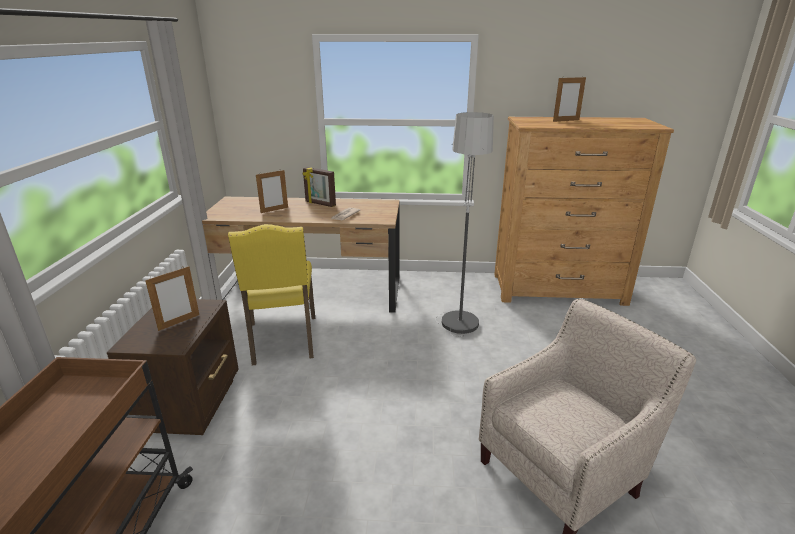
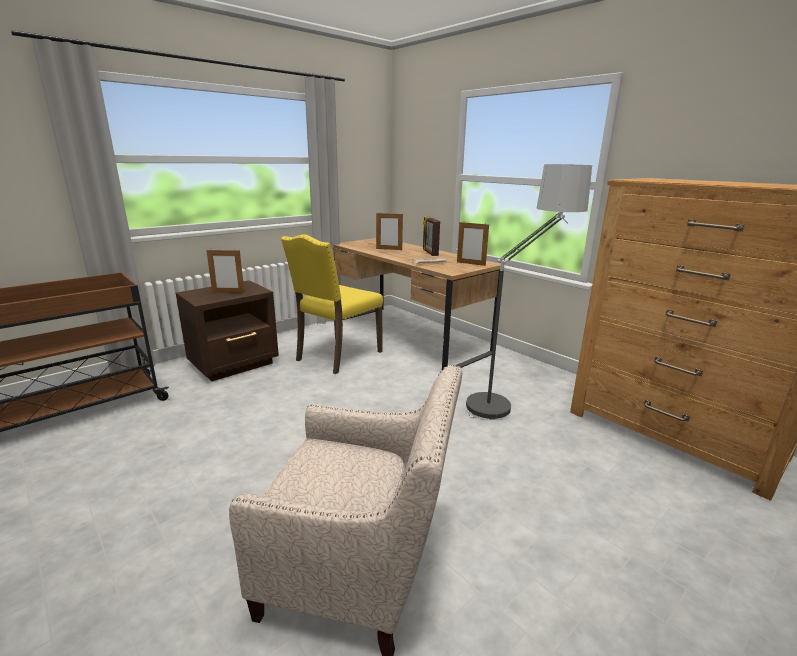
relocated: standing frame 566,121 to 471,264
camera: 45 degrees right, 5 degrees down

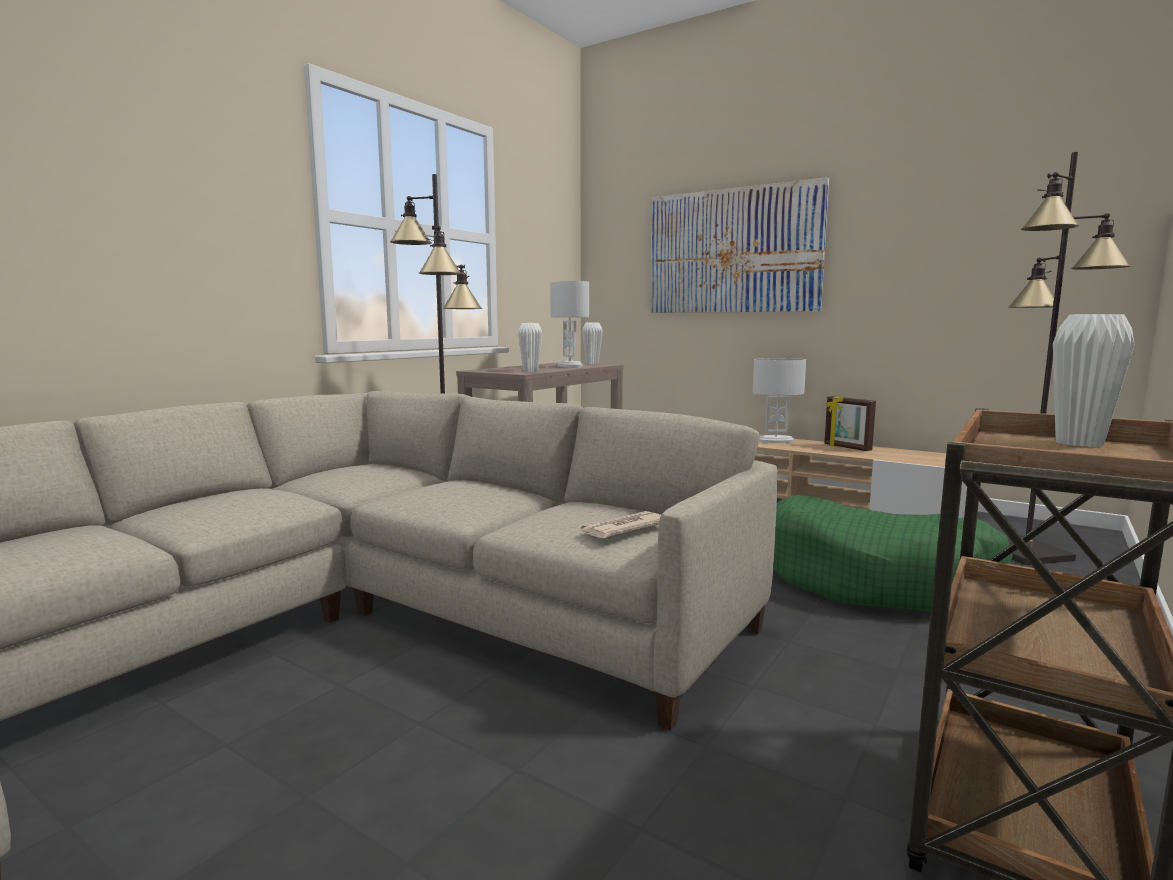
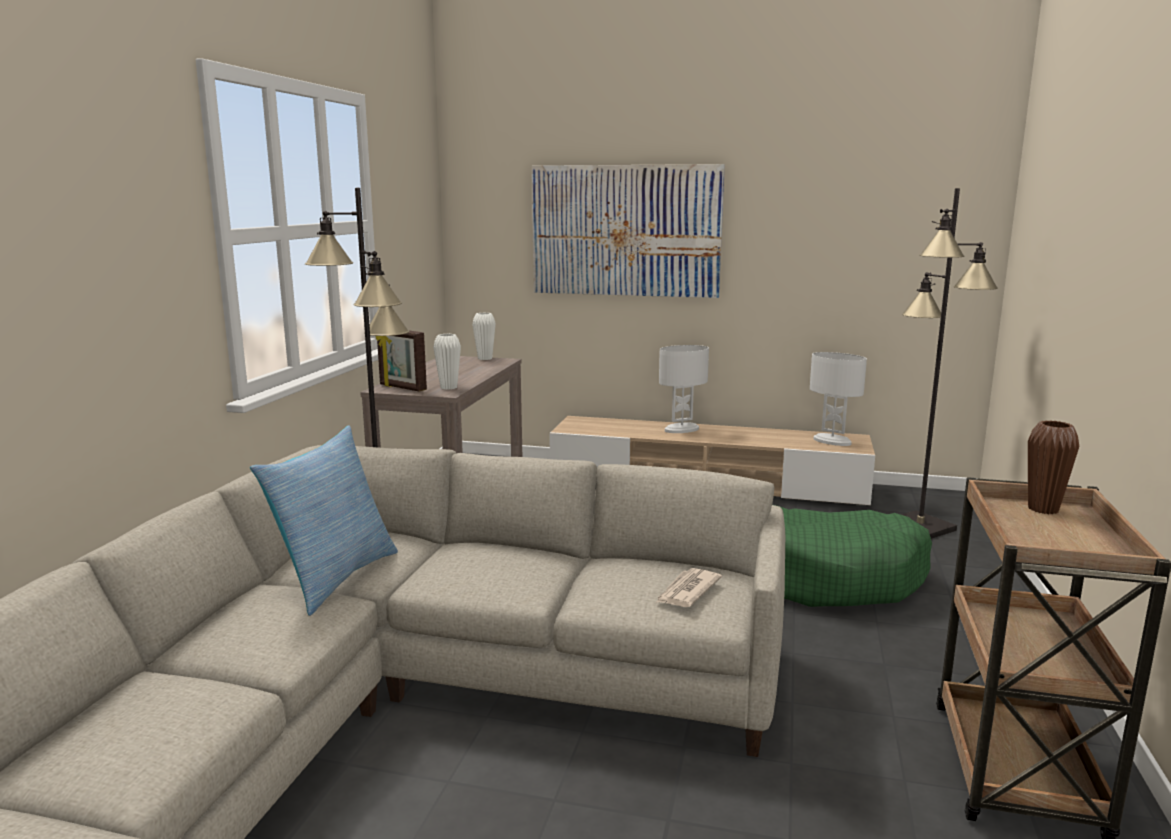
appeared: throw pillow 334,578
relocated: tabletop lamp (whitish) 569,366 to 831,441; standing frame 847,448 to 402,388
colour: decorative vase (whitish) 1079,443 to decorative vase (brown) 1043,509
camera: 20 degrees left, 5 degrees up

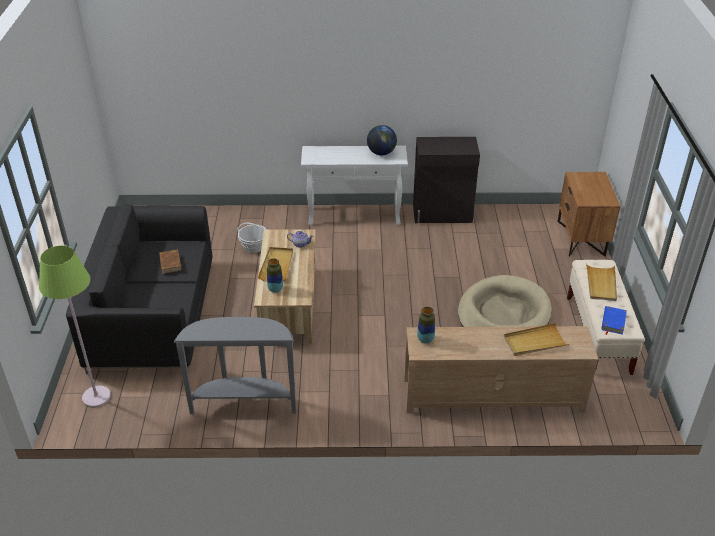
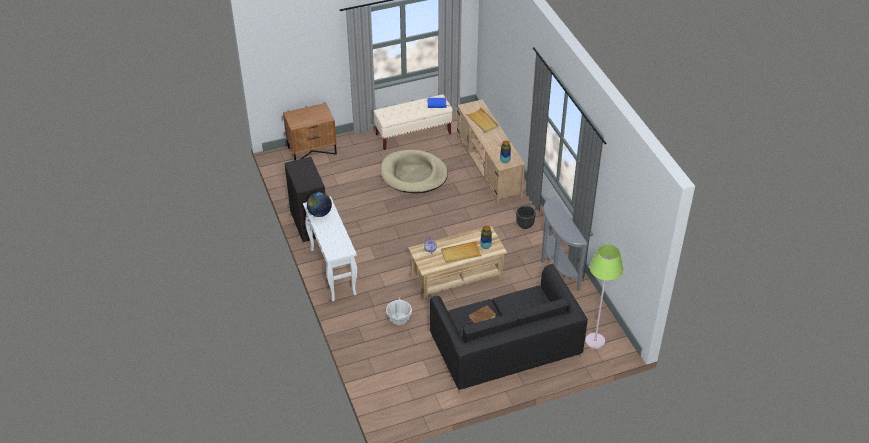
missing: serving tray (beige) 601,284
appeared: flower pot (black) 525,225
camera: 110 degrees left, 5 degrees up

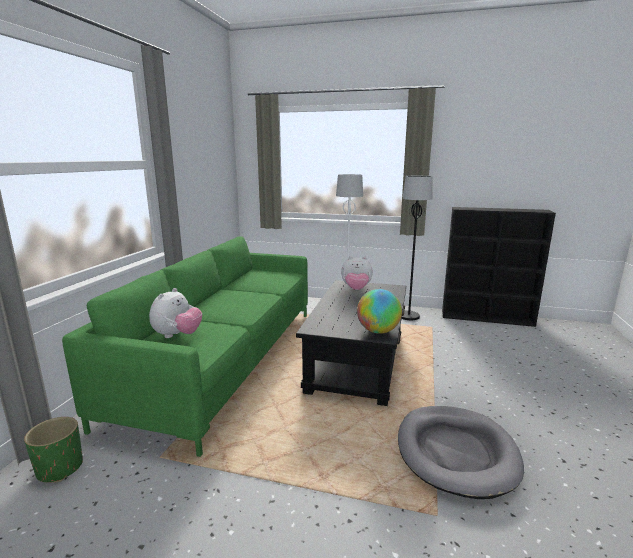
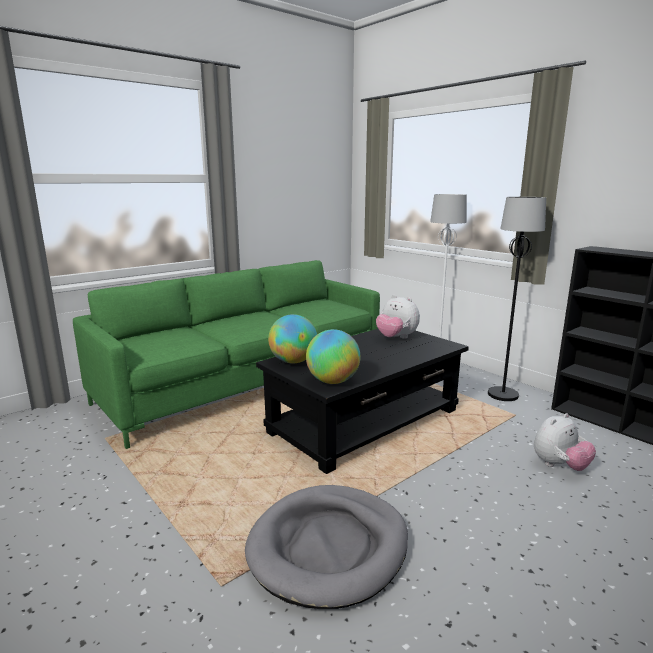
missing: flower pot (greenish) 60,468
appeared: world globe 293,361
relocated: plush toy 177,335 to 559,466
camera: 35 degrees right, 0 degrees up

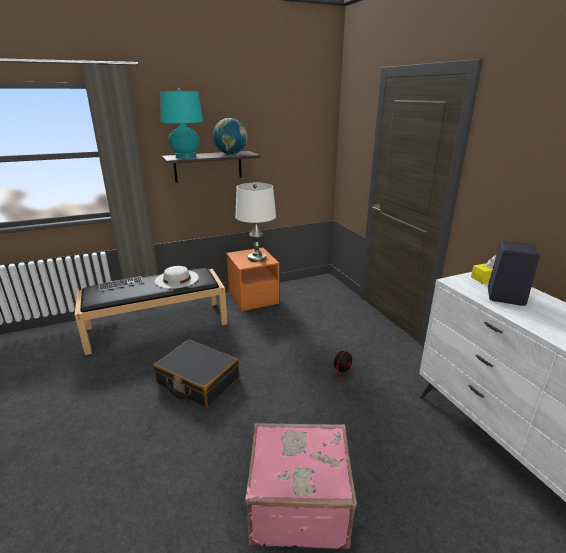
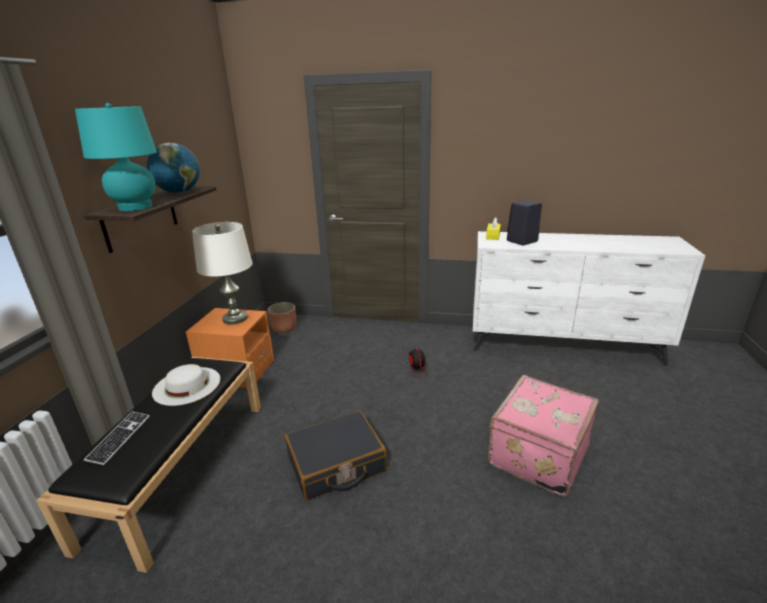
appeared: flower pot 284,328
camera: 55 degrees left, 0 degrees up

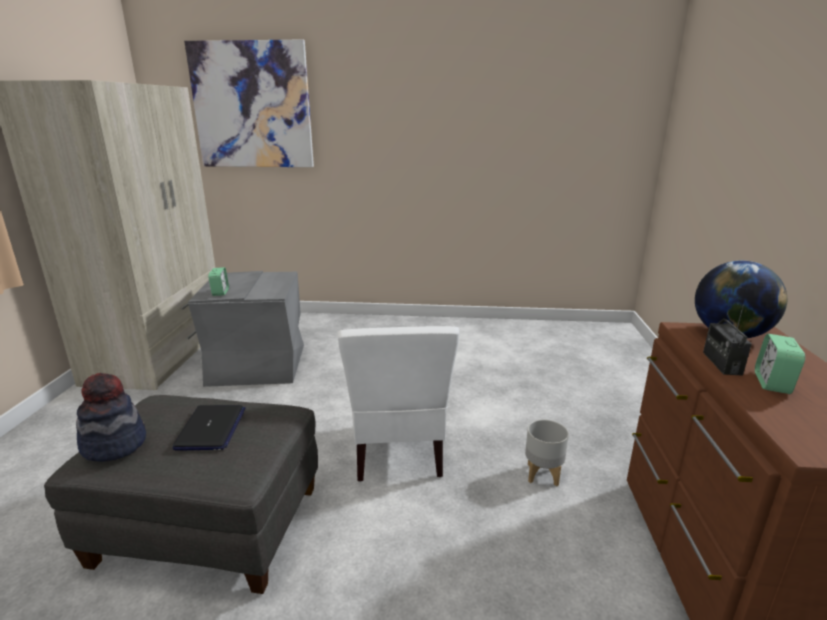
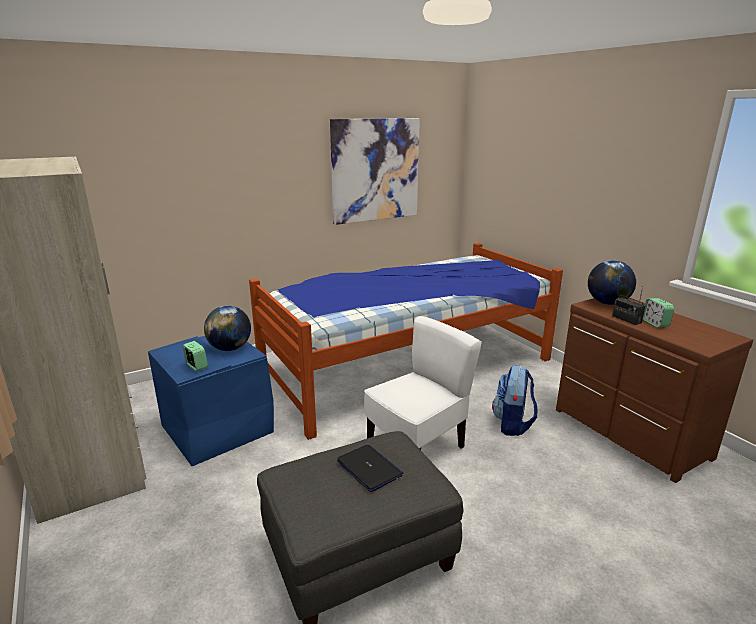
missing: clothing hat 114,444
appeared: bedroom bed 407,366; world globe 230,348
relocated: wall picture 252,106 to 375,170
exchanged: flower pot (gray) 542,475 to backpack 513,424
colour: storage bin (gray) 259,363 to storage bin (bluish) 218,427
spun: plain chair (whitish) 398,450 = 417,446 90 degrees counterclockwise
camera: 35 degrees left, 0 degrees up

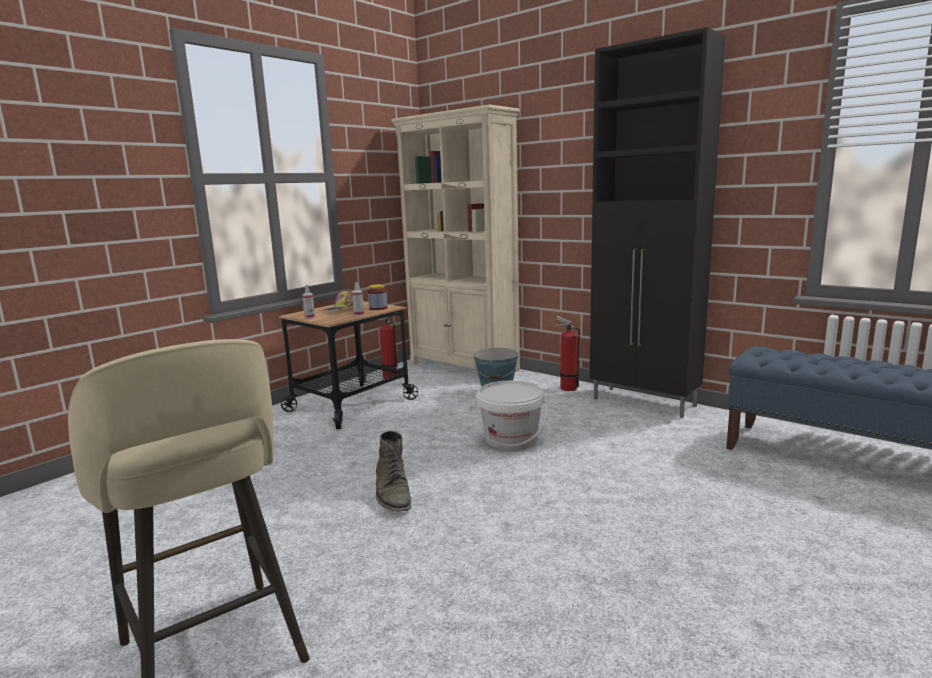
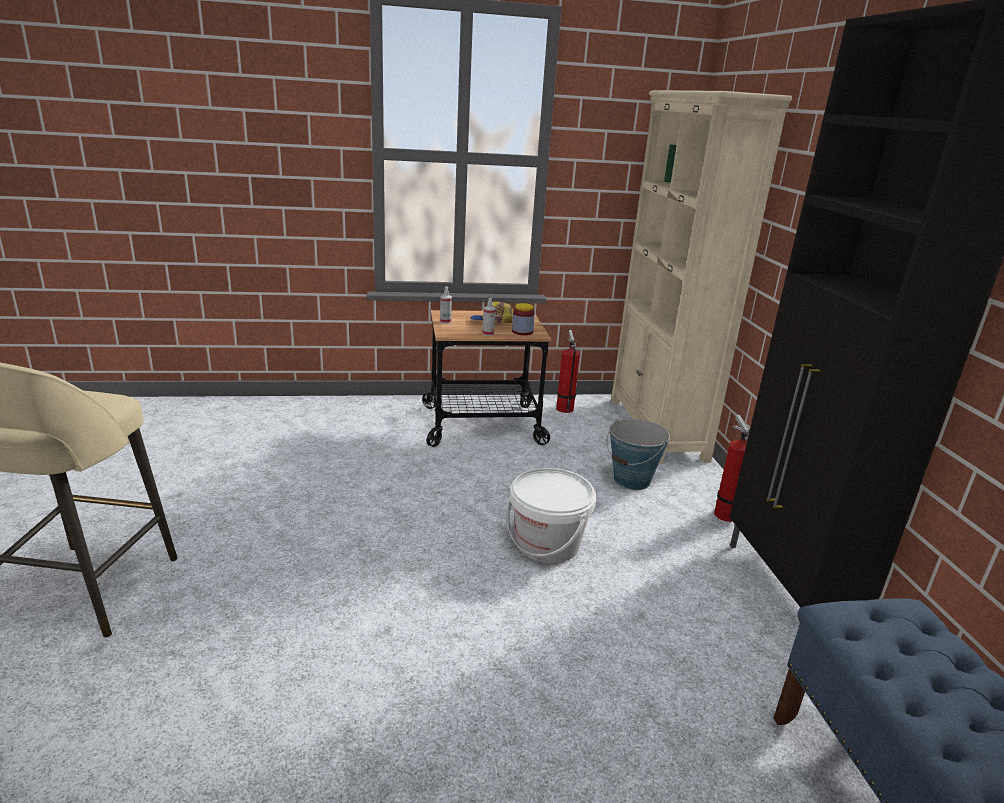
missing: high-top boot (greenish) 392,494
camera: 40 degrees right, 10 degrees up

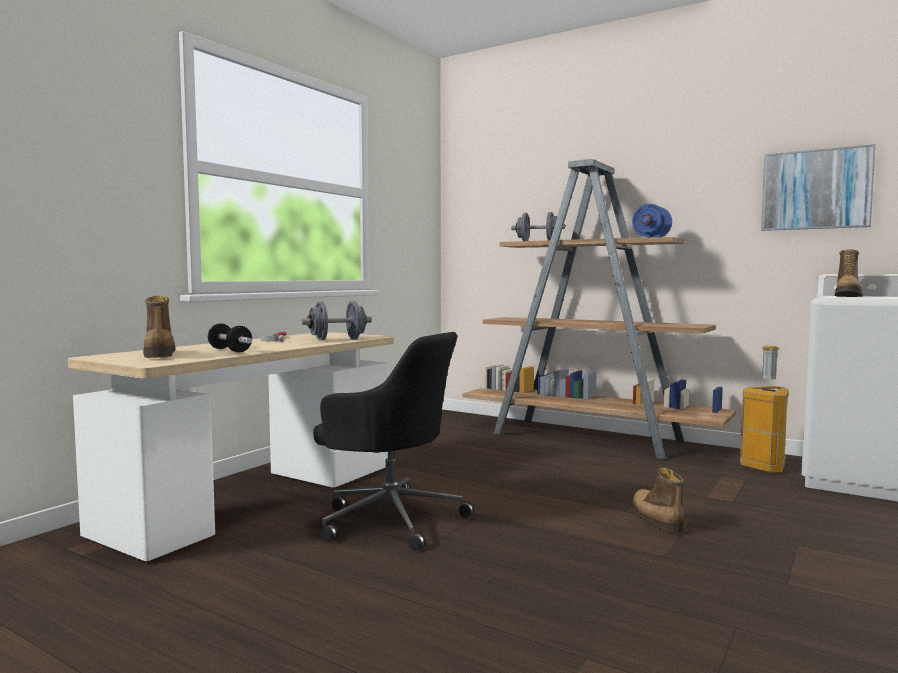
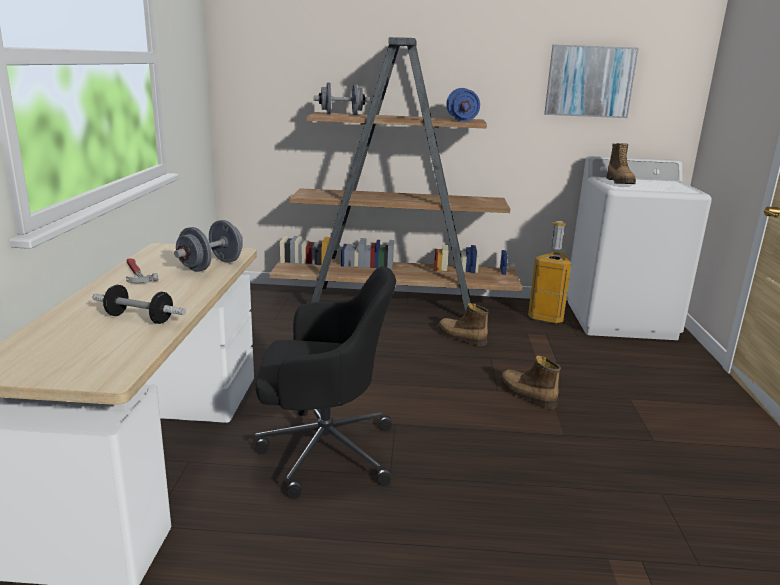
relocated: high-top boot 158,354 to 460,338
camera: 30 degrees left, 15 degrees up

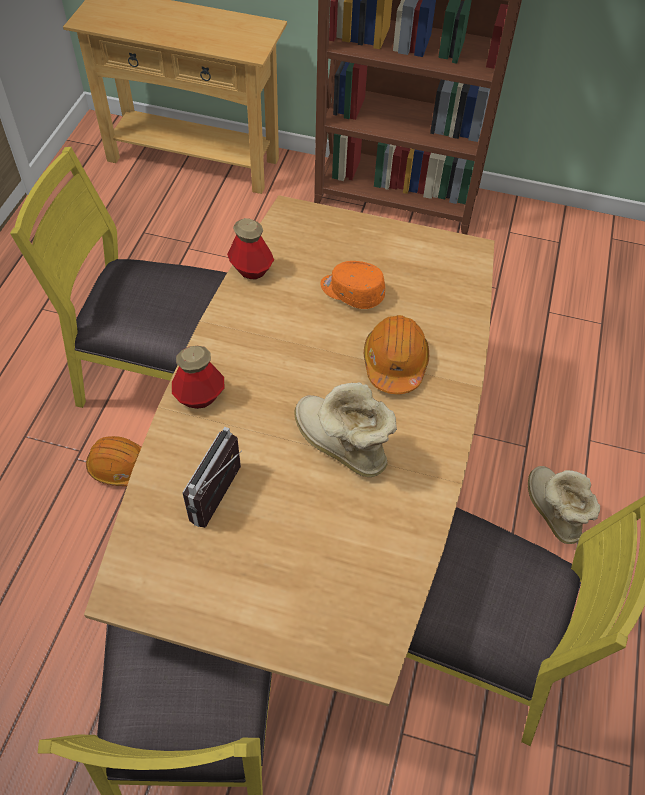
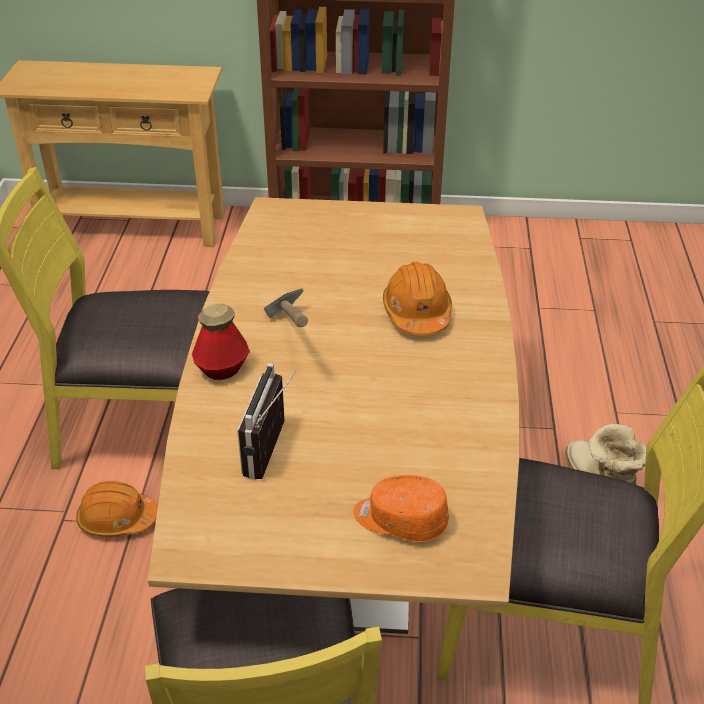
missing: drink bottle 251,269; high-top boot 340,447
appeared: hand hammer 293,342
relocated: cap (orange) 351,292 to 400,519
camera: 10 degrees left, 15 degrees down

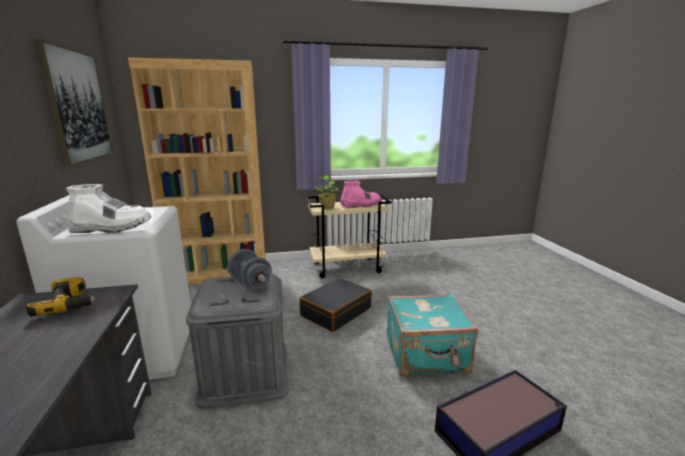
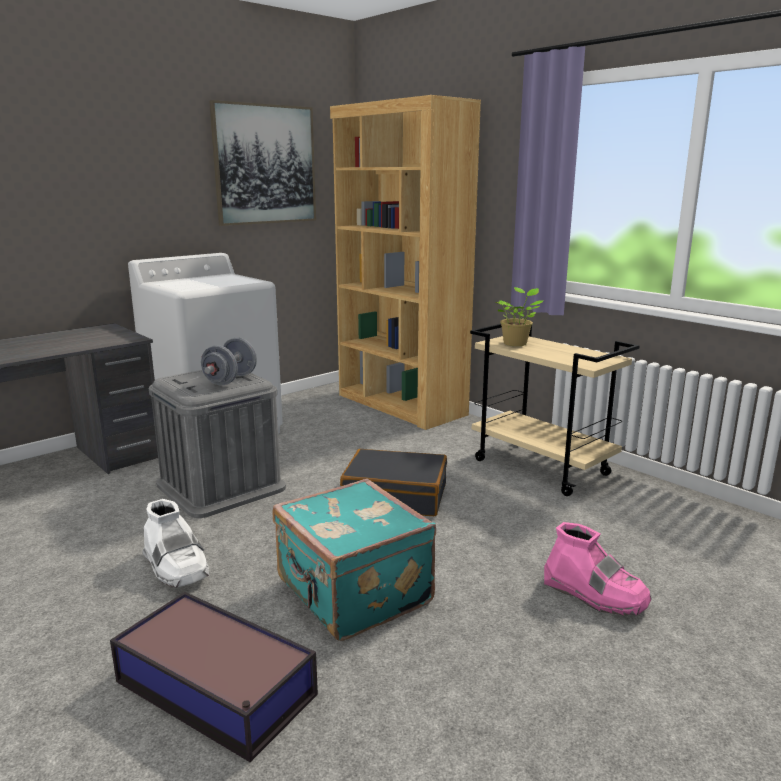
missing: drill 70,304
relocated: high-top boot (pinkish) 361,205 to 595,594; high-top boot (whitish) 112,228 to 176,568
camera: 60 degrees right, 0 degrees up

